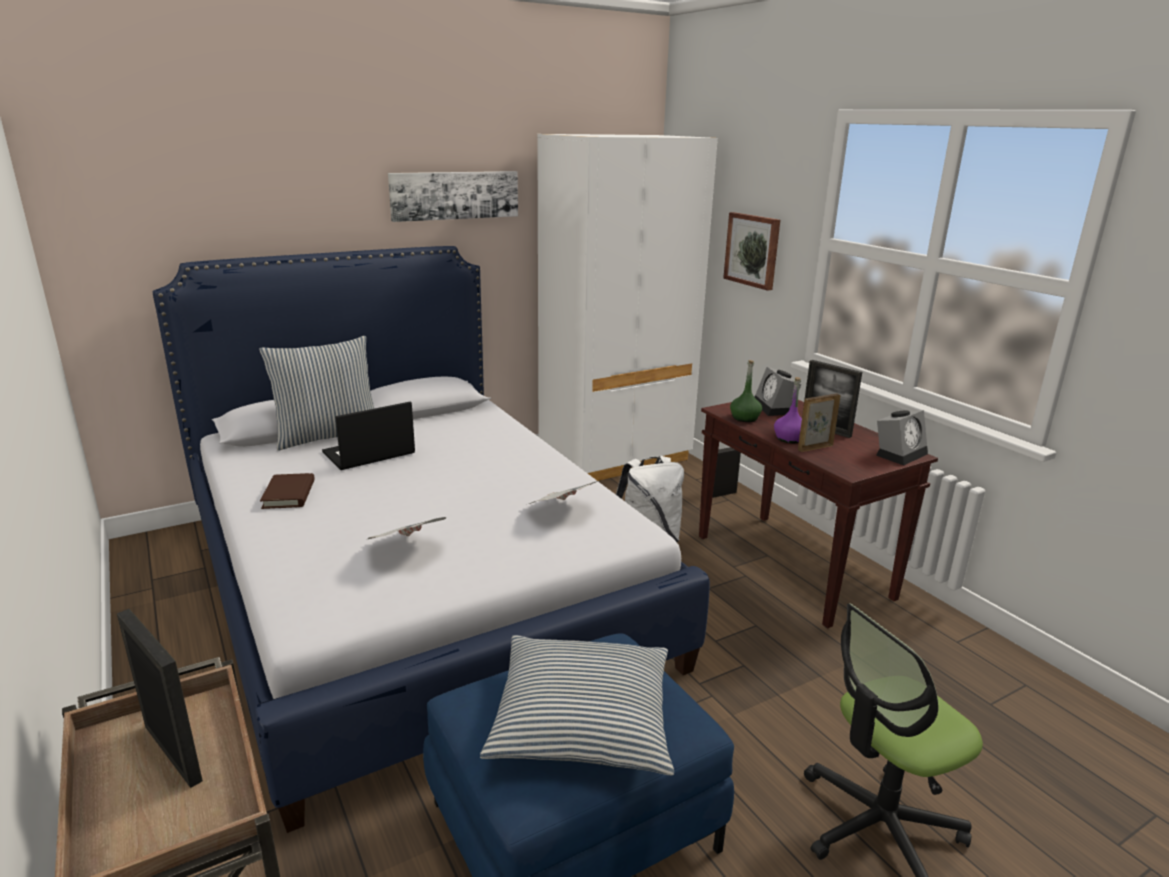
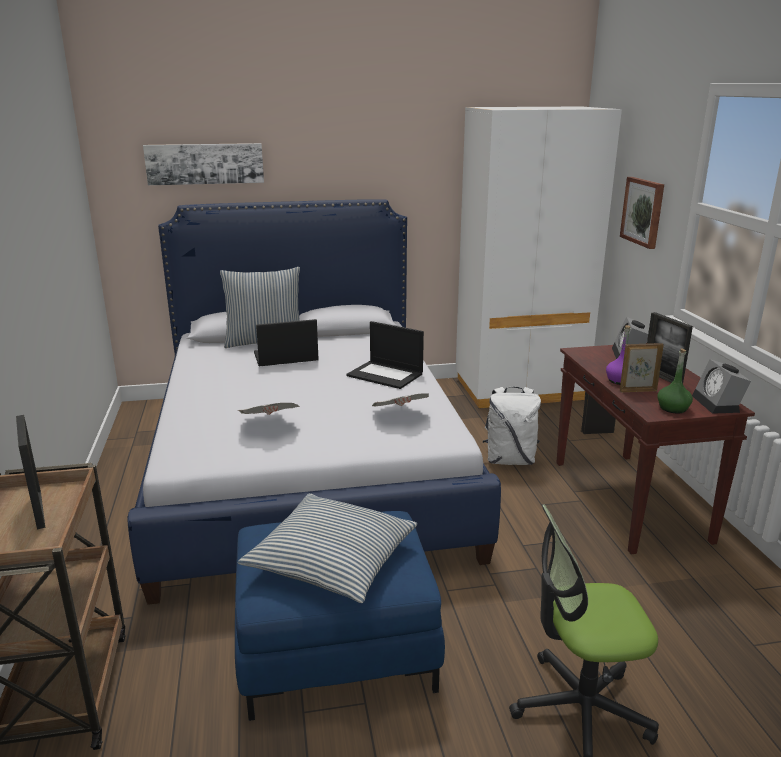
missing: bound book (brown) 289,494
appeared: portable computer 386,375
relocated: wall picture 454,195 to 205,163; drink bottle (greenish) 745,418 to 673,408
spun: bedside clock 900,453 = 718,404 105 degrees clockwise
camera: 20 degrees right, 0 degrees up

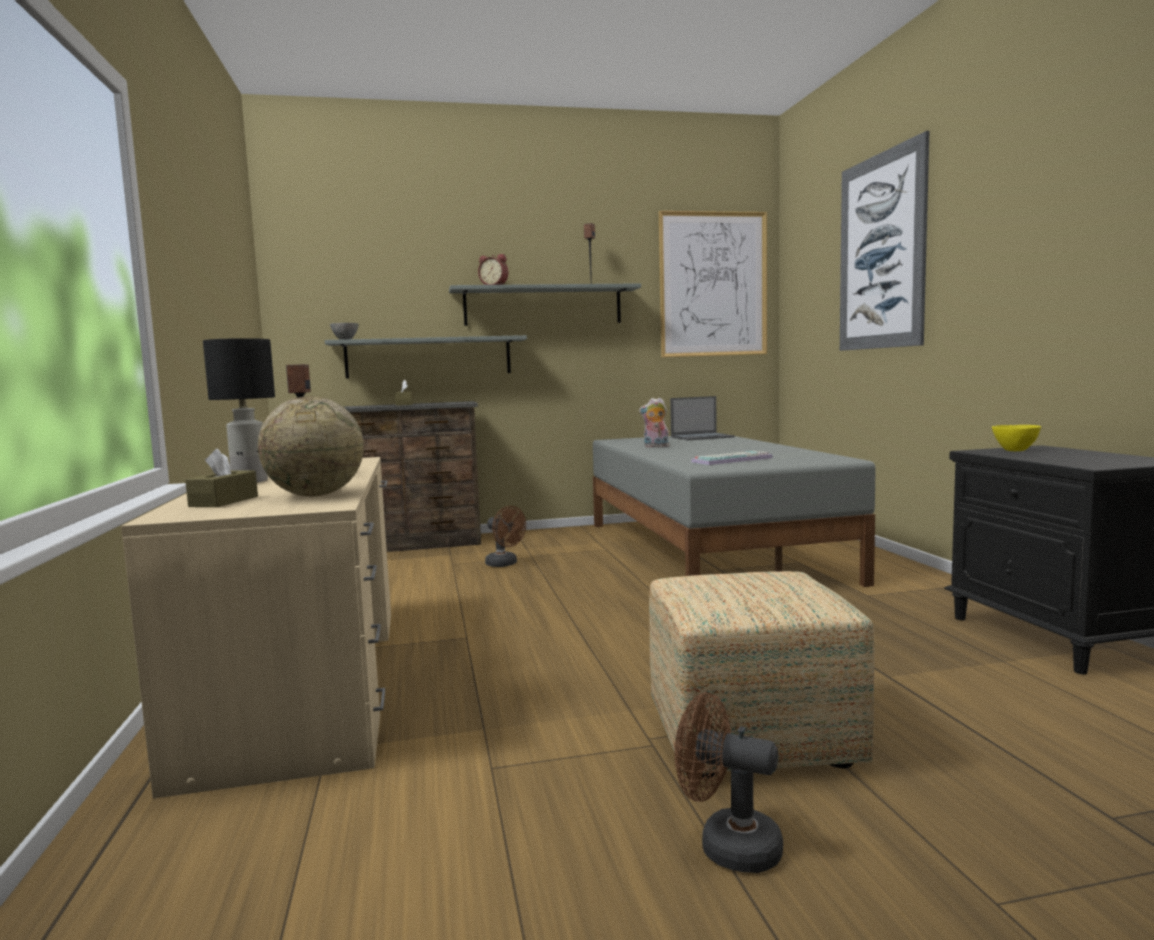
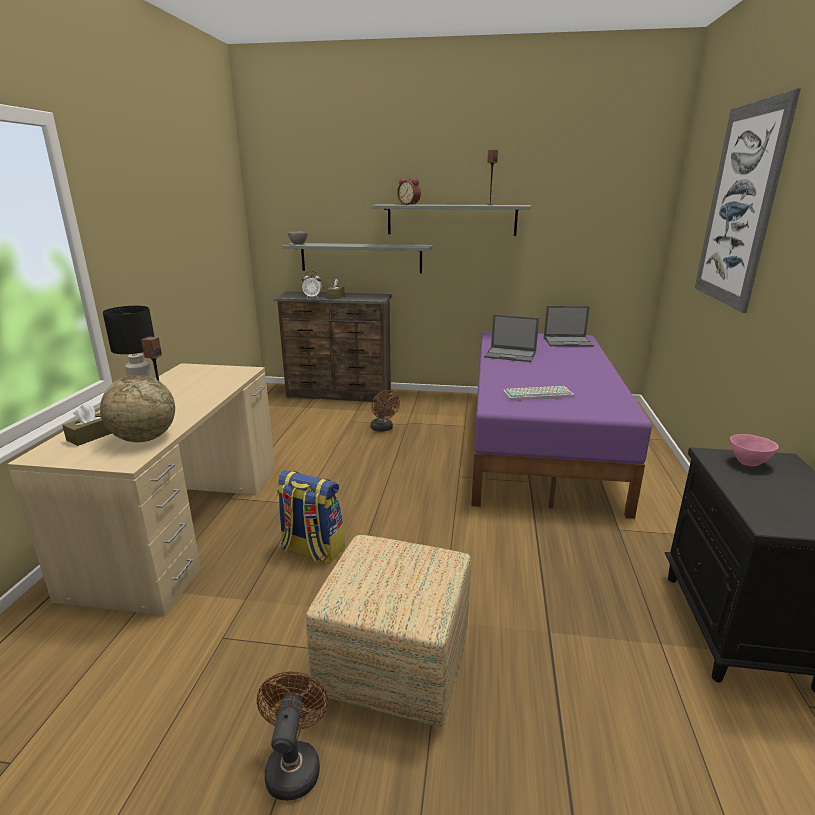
missing: wall picture 713,284
appeared: bedside clock 312,297; backpack 311,550
exchanged: plush toy 655,446 to portable computer 511,355
colour: bowl (yellowish) 1015,450 to bowl (pinkish) 748,462; bedroom bed (gray) 709,550 to bedroom bed (purplish) 540,442
spun: electric fan (brown) 727,845 = 294,763 45 degrees clockwise
camera: 20 degrees right, 15 degrees up

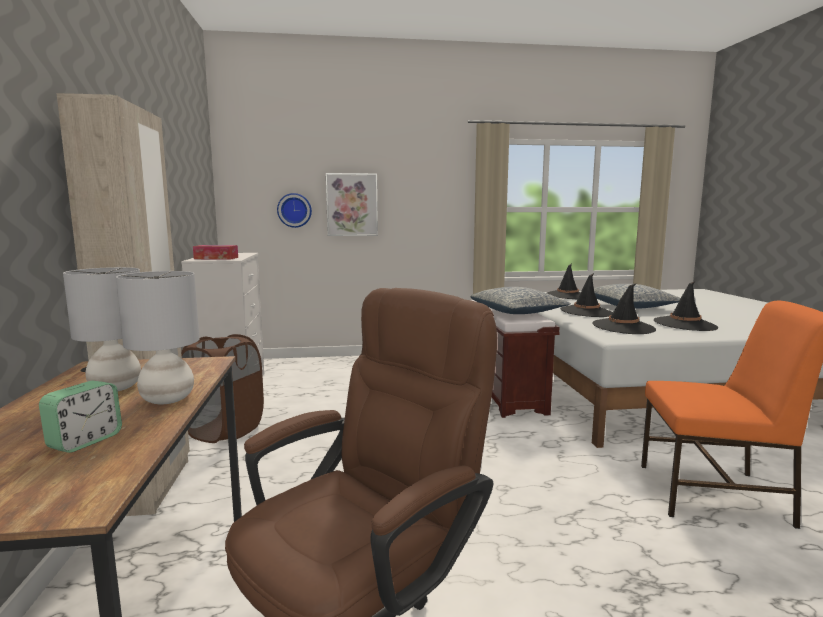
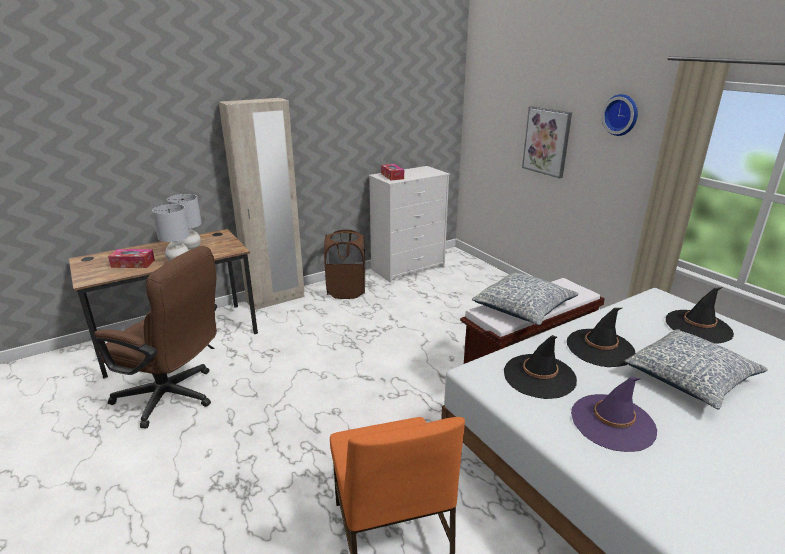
relocated: wall clock 294,210 to 621,115
exchanged: bedside clock 85,441 to tissue box 133,264
colour: clothing hat (black) 685,324 to clothing hat (purplish) 612,422
camera: 65 degrees right, 15 degrees up

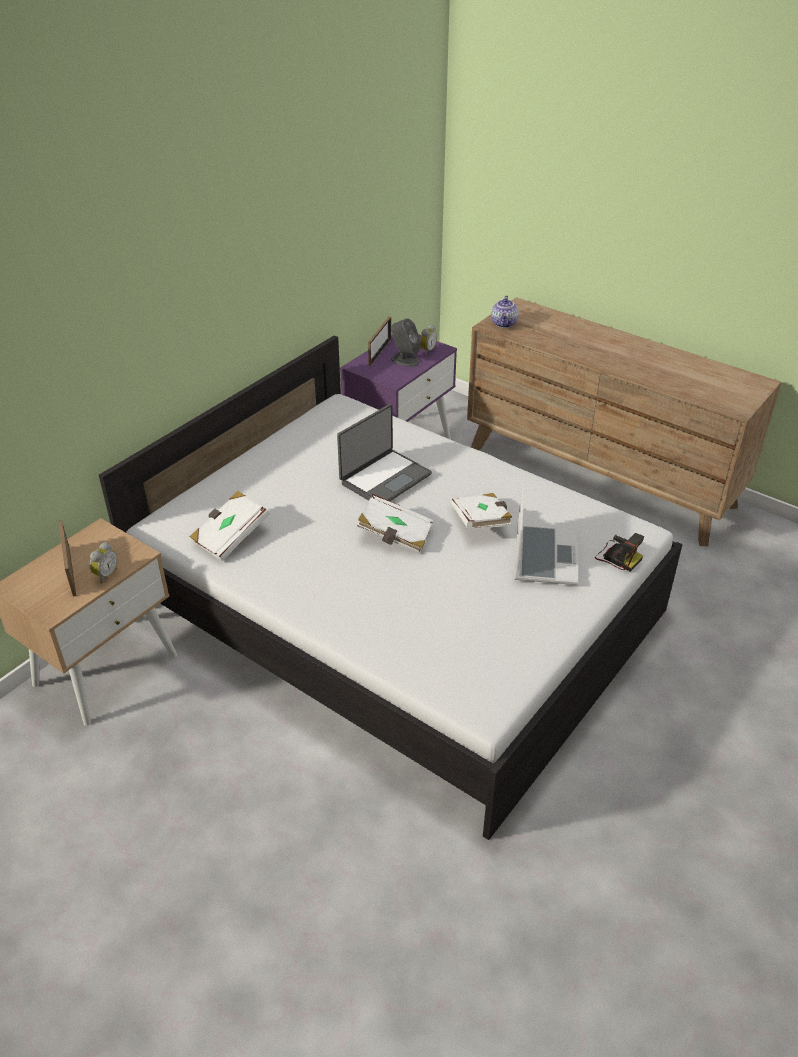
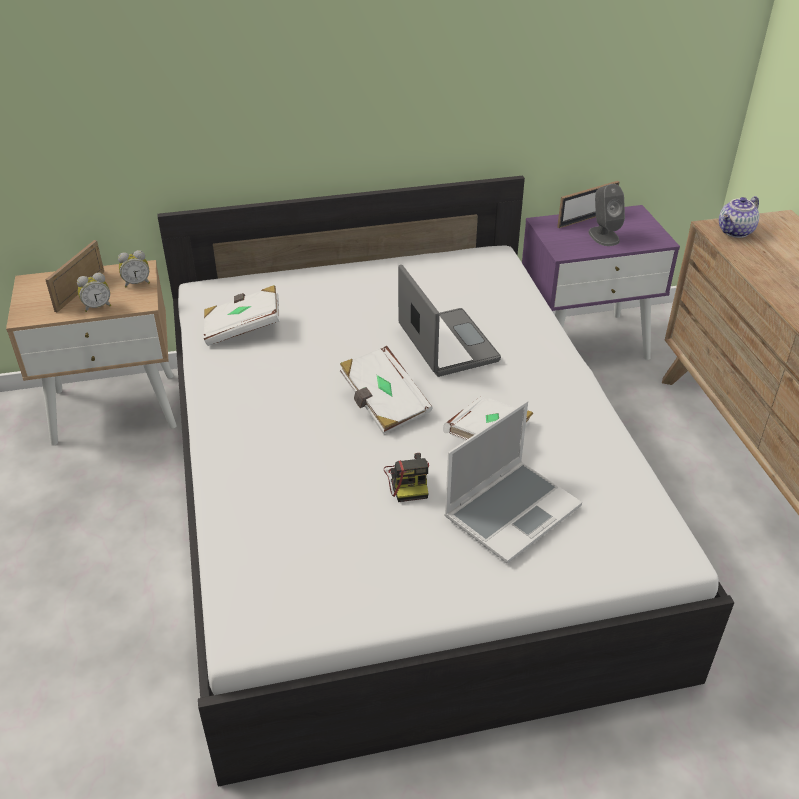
relocated: bedside clock 426,350 to 137,283; photo camera 617,557 to 408,481
spun: portable computer 384,478 = 446,344 105 degrees counterclockwise
camera: 40 degrees right, 0 degrees up

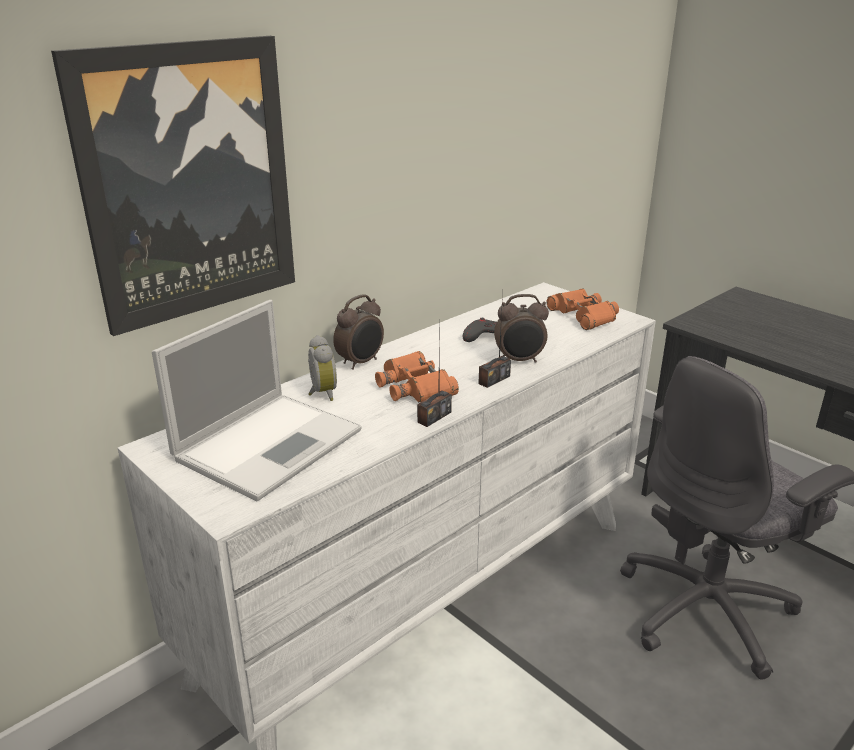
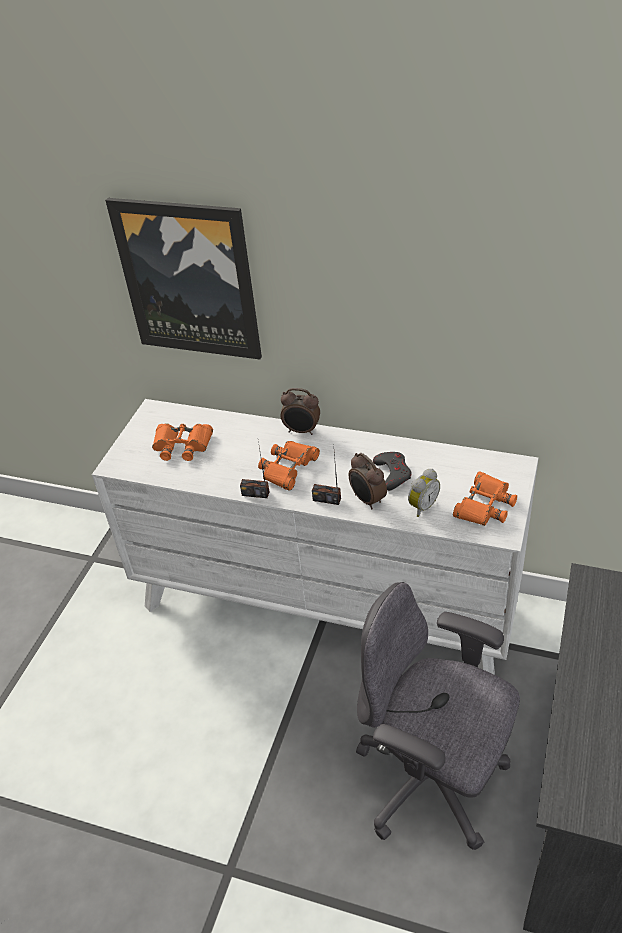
relocated: bedside clock 321,393 to 422,506
exchanged: portable computer 270,443 to pair of binoculars (orange) 182,445
camera: 65 degrees right, 15 degrees up

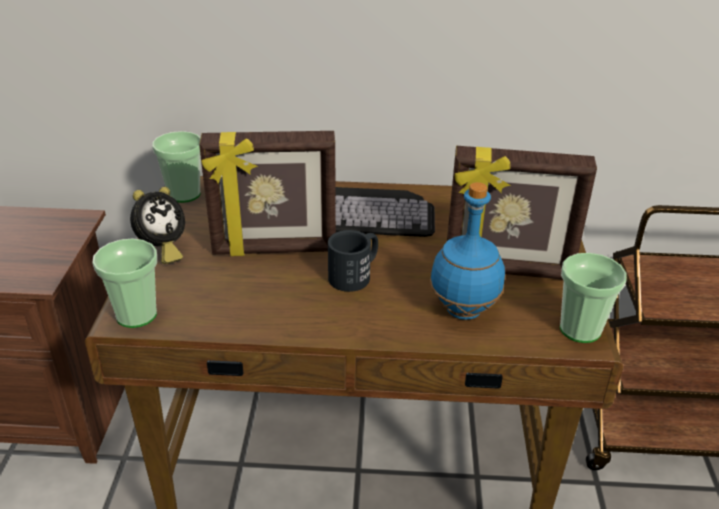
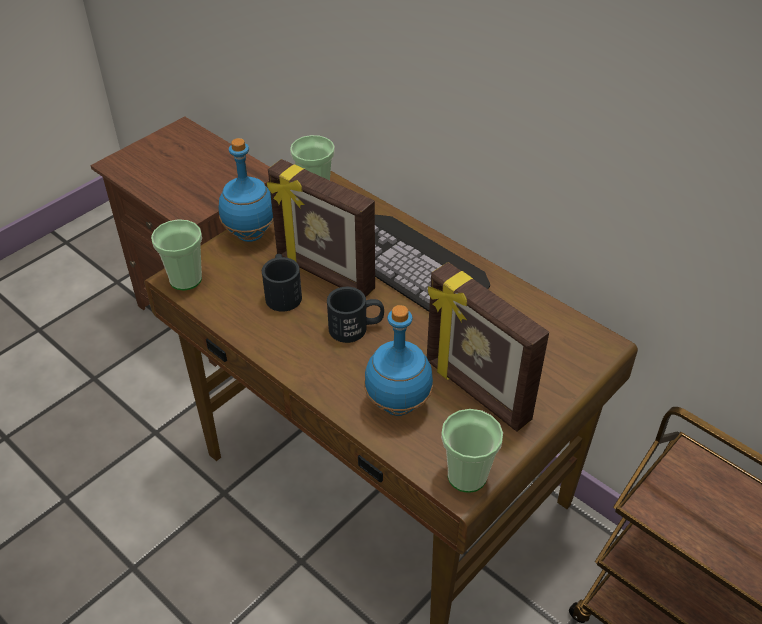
appeared: tea mug (black) 282,292
exchanged: bedside clock 162,250 to drink bottle (bluish) 251,234
camera: 40 degrees right, 10 degrees up

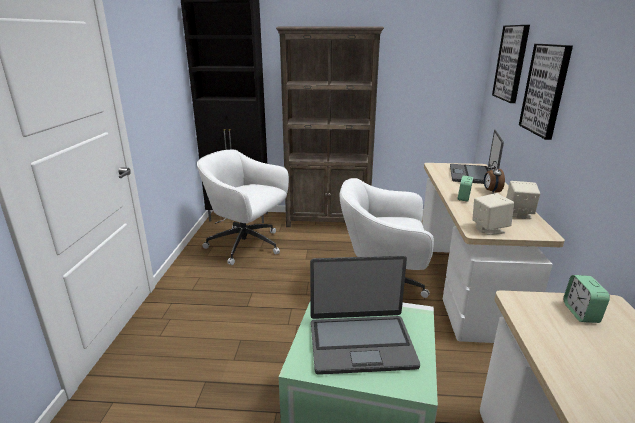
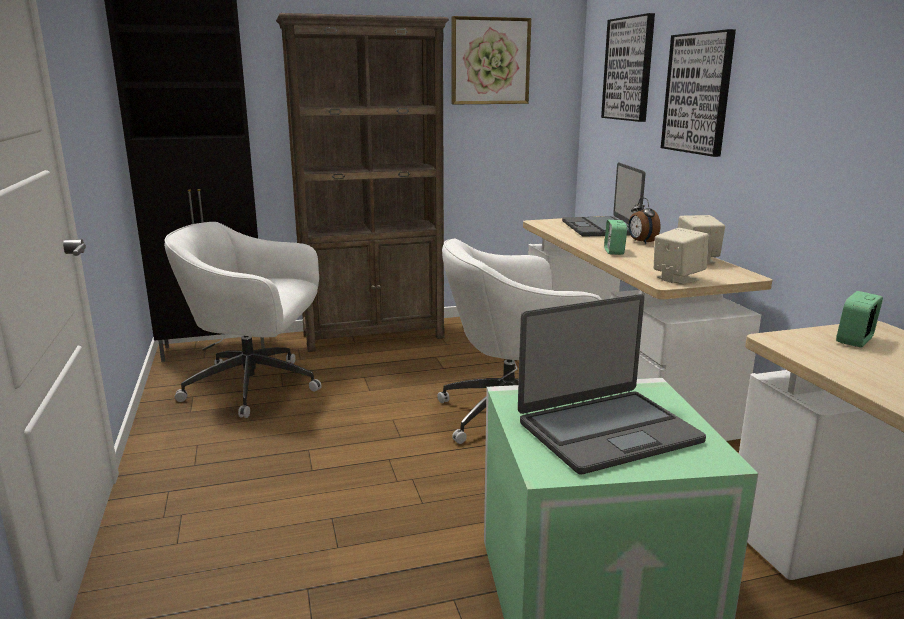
appeared: wall picture 490,61
spun: bedside clock 580,313 = 855,340 60 degrees clockwise
camera: 20 degrees left, 5 degrees down

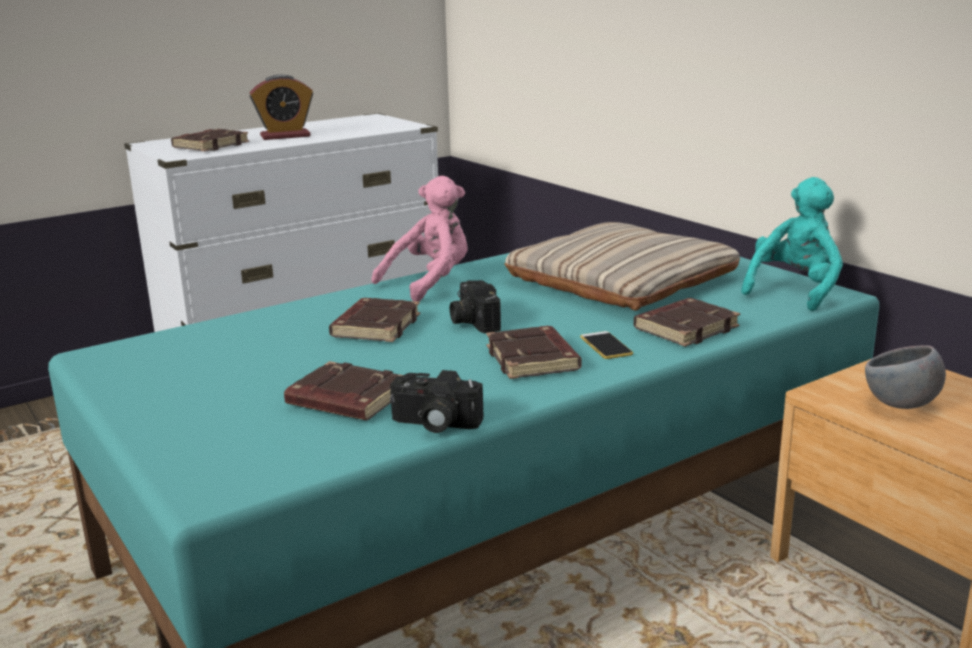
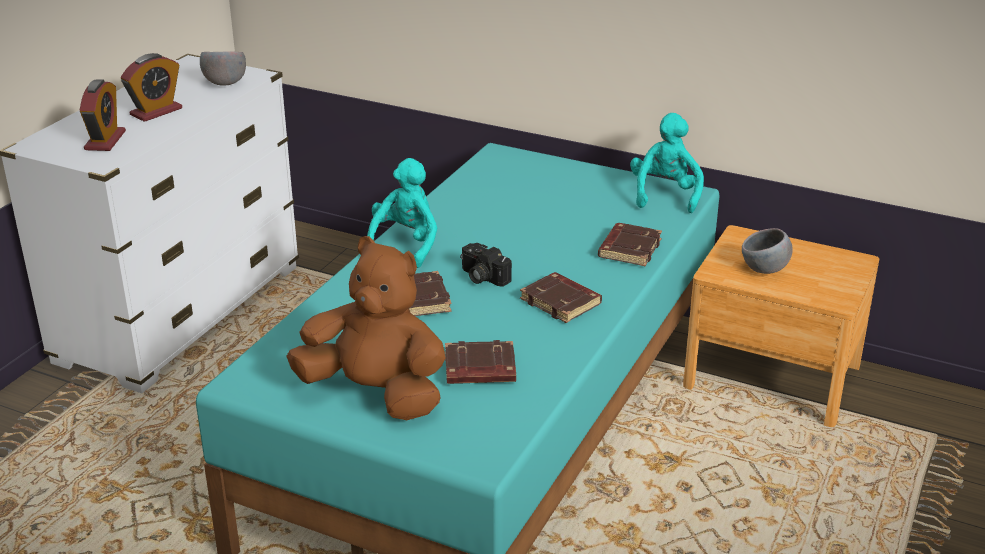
missing: throw pillow (beige) 621,280; phone 606,346; photo camera 434,424
appeared: bowl (gray) 225,84; plush toy (brown) 376,393
exchanged: bound book (brown) 211,146 to bedside clock 105,140
colour: plush toy (pinkish) 430,283 to plush toy (turquoise-coloured) 405,245
camera: 30 degrees left, 10 degrees up

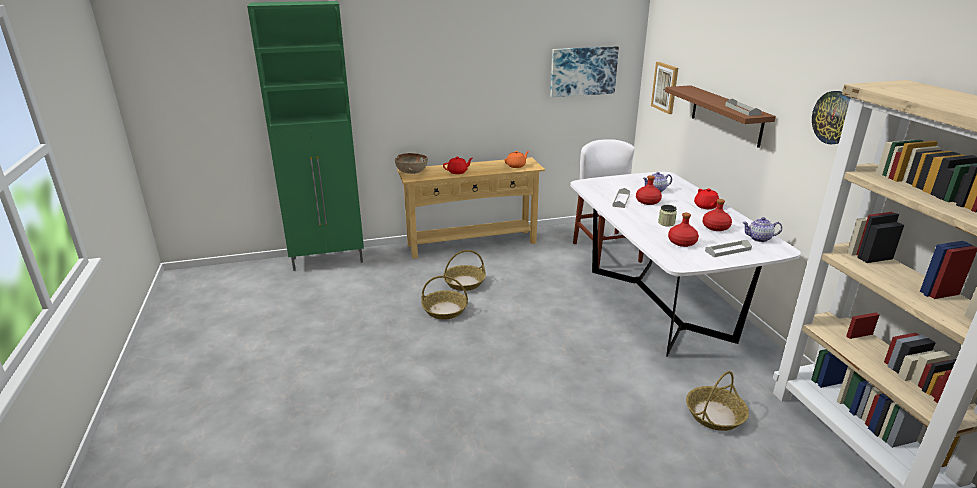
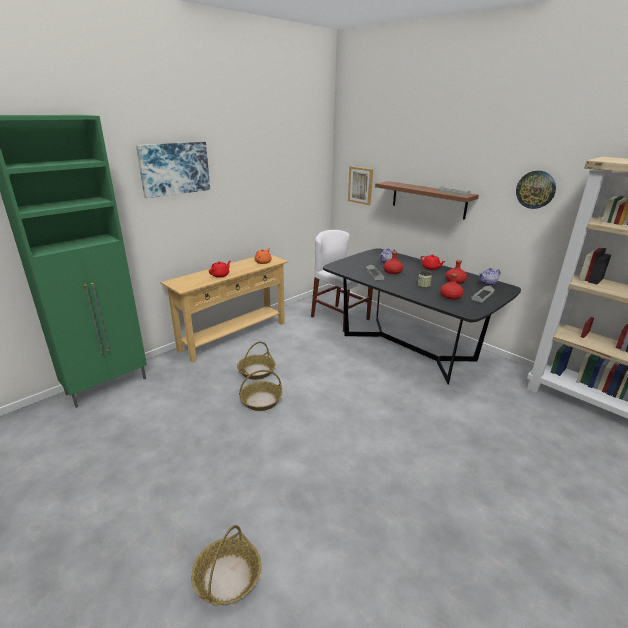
missing: bowl (brown) 411,172
relocated: wall picture 583,71 to 174,168; storage basket 715,415 to 227,578
colour: dinner table (whitish) 658,304 to dinner table (black) 407,347
camera: 30 degrees left, 0 degrees up

